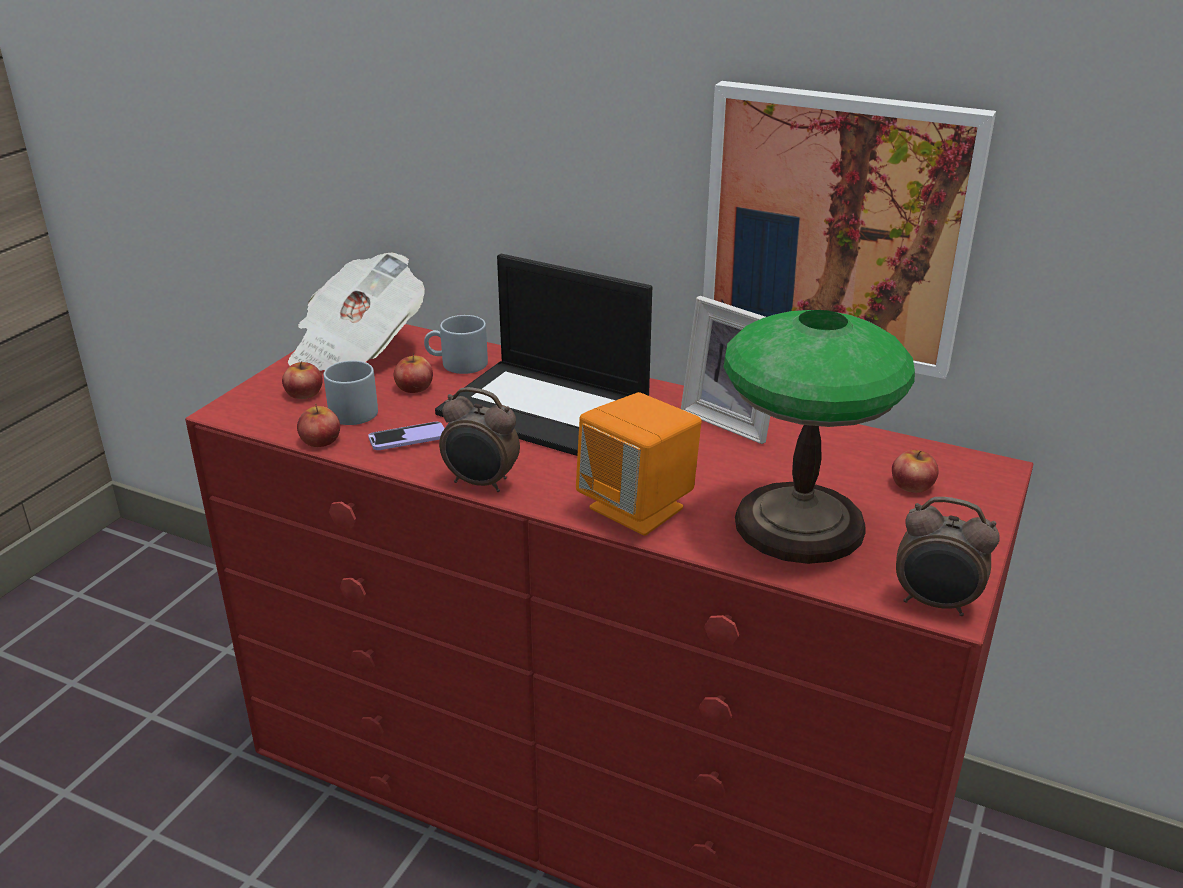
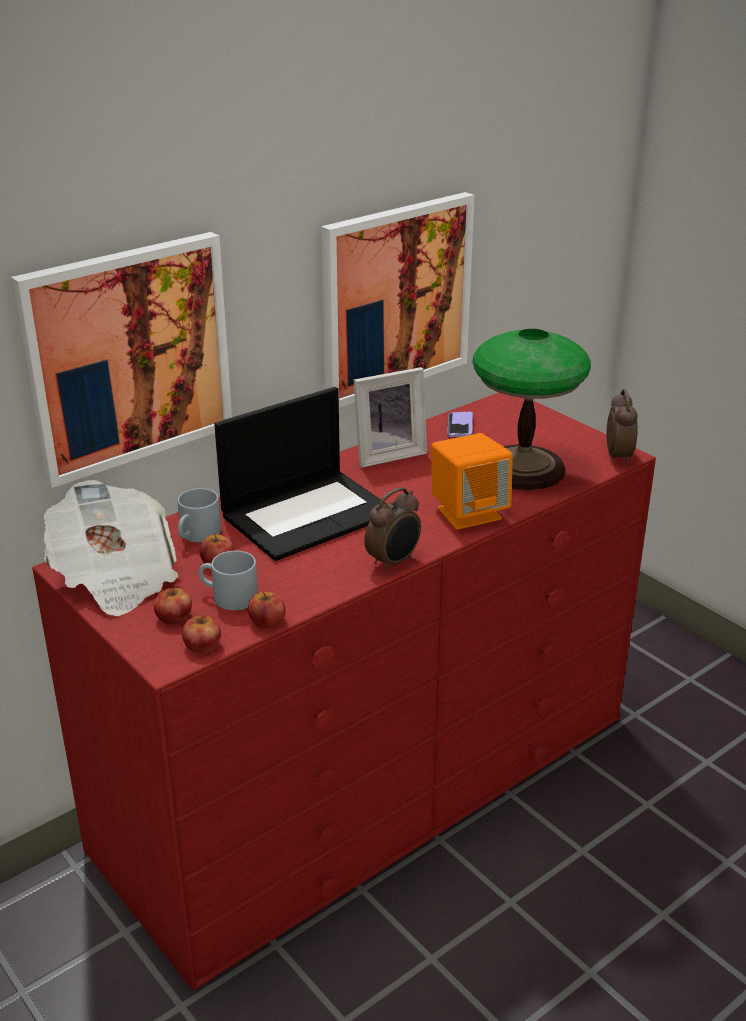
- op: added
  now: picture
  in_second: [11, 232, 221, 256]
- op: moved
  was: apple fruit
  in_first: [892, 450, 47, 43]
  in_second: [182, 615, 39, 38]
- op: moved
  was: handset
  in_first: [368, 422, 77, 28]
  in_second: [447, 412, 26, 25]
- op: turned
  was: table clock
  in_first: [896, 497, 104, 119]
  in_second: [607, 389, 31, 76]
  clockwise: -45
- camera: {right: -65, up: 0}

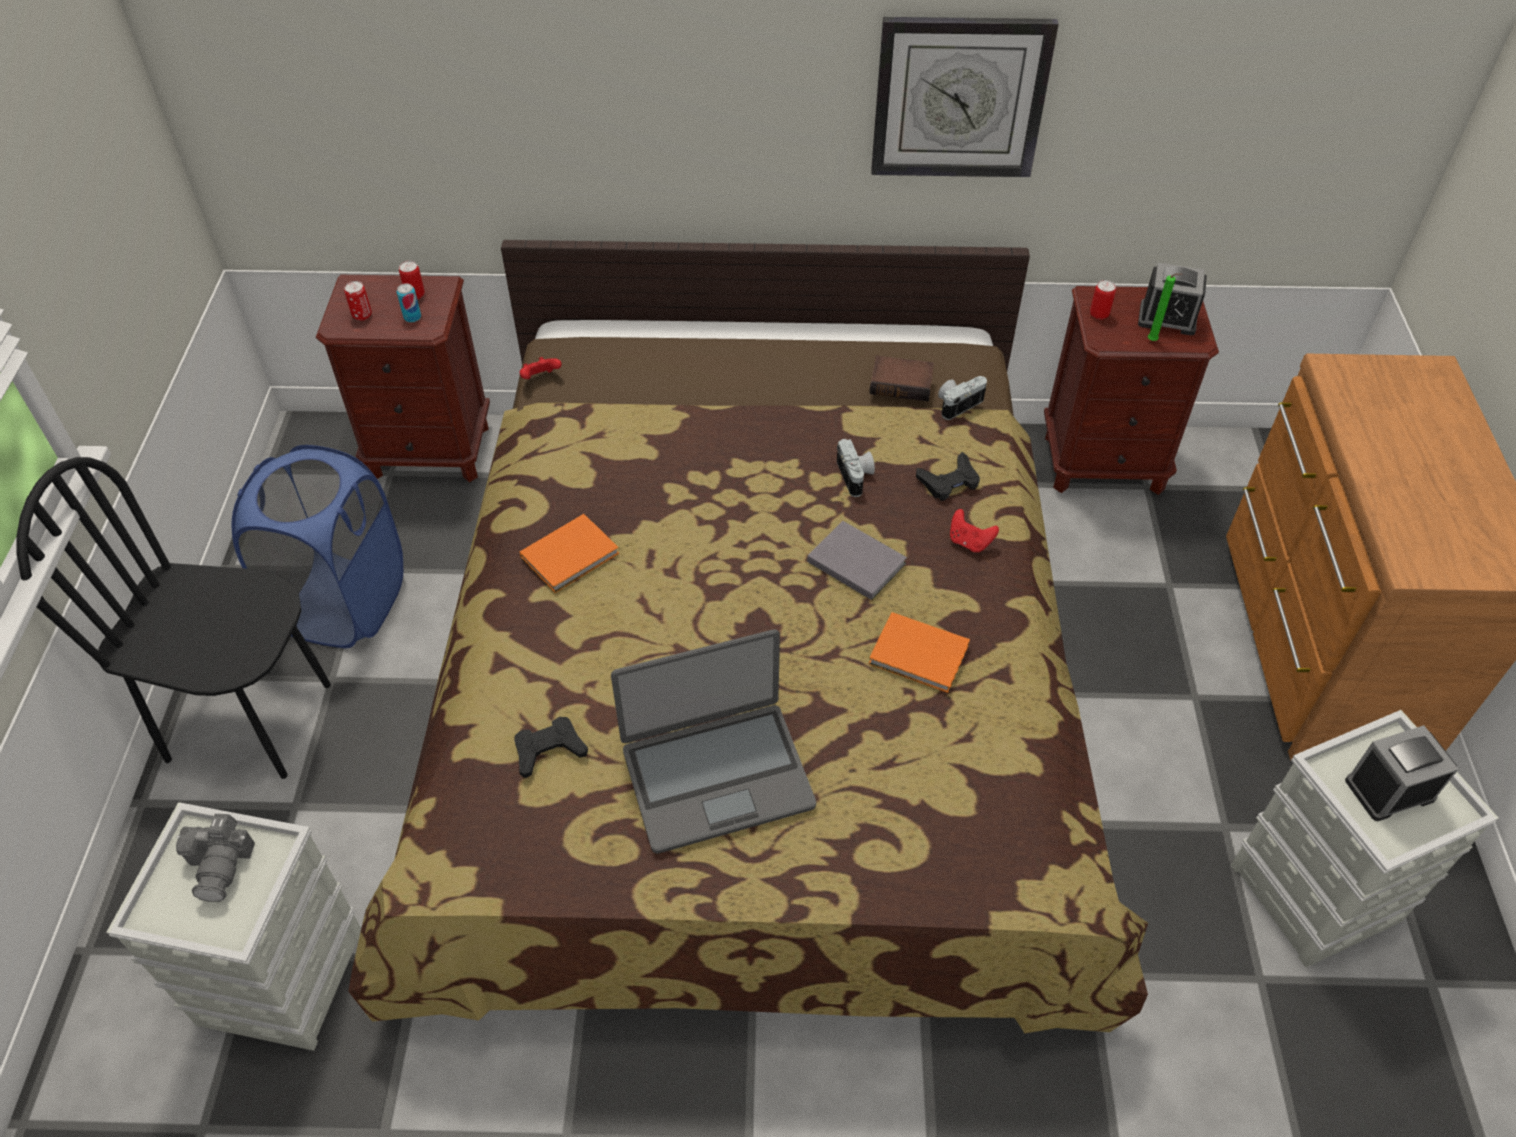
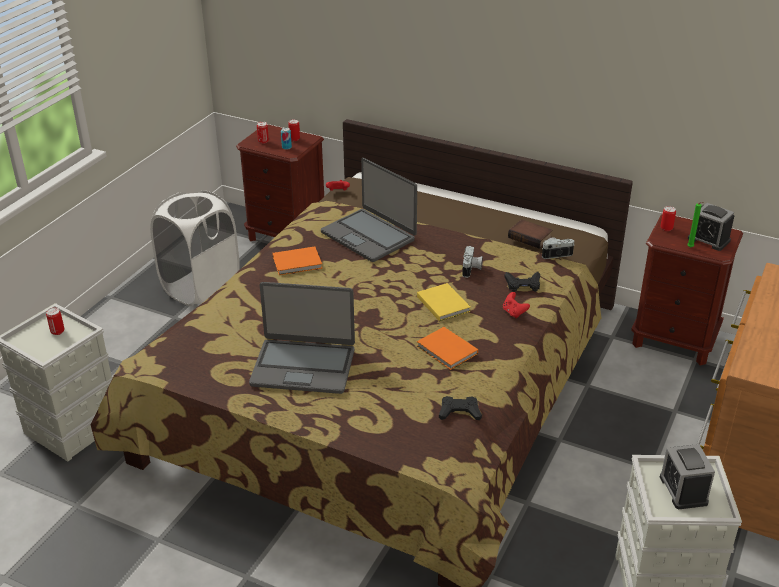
- op: replaced
  was: still camera
  now: metal can
  in_first: [176, 814, 79, 88]
  in_second: [46, 308, 18, 27]
- op: recoloured
  was: blue washing basket
  now: whitish washing basket
  in_first: [232, 445, 171, 203]
  in_second: [150, 190, 90, 116]
- op: added
  now: notebook computer
  in_second: [321, 158, 96, 104]
- op: recoloured
  was: gray book
  now: yellowish book
  in_first: [807, 521, 100, 79]
  in_second: [417, 283, 53, 38]
- op: moved
  was: black joypad
  in_first: [514, 717, 74, 61]
  in_second: [439, 396, 43, 24]
- op: turned
  was: table clock
  in_first: [1345, 725, 114, 96]
  in_second: [660, 444, 55, 65]
  clockwise: -105
- op: removed
  was: black chair
  in_first: [16, 457, 315, 322]
- op: removed
  was: clock on the wall
  in_first: [871, 17, 188, 160]
- camera: {right: 25, up: -15}

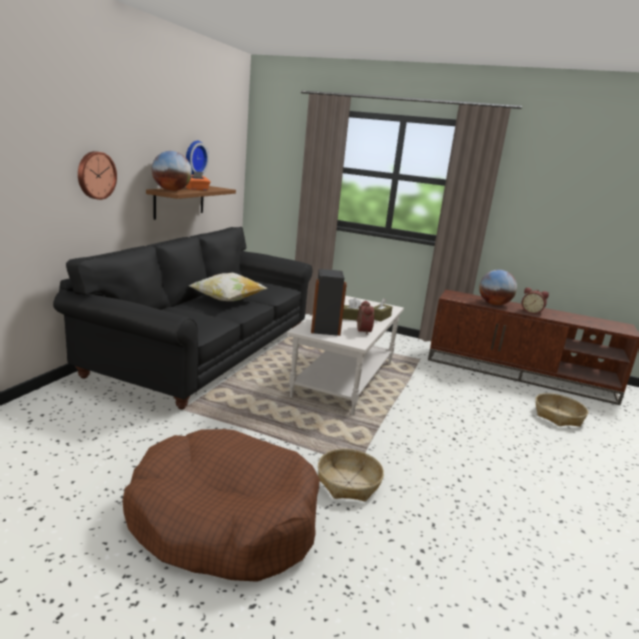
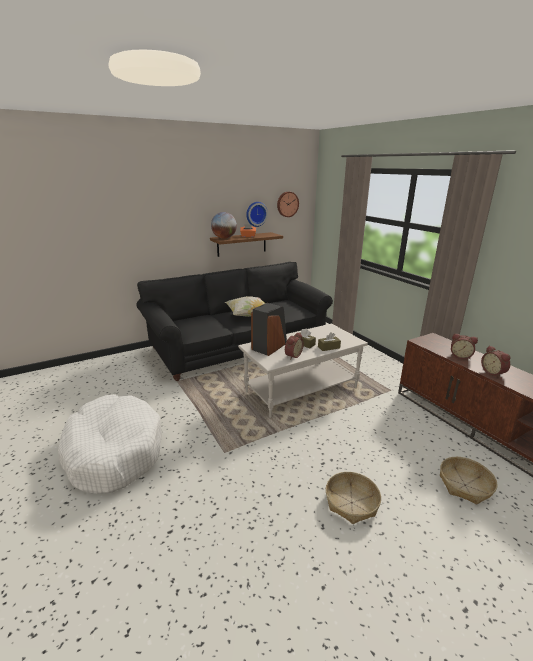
- op: recoloured
  was: brown dog cushion
  now: whitish dog cushion
  in_first: [123, 429, 197, 153]
  in_second: [58, 394, 104, 100]
- op: moved
  was: clock on the wall
  in_first: [78, 151, 39, 49]
  in_second: [277, 192, 22, 25]
- op: moved
  was: basket
  in_first: [318, 449, 66, 53]
  in_second: [326, 472, 55, 52]
- op: replaced
  was: desk globe
  now: table clock
  in_first: [479, 270, 38, 35]
  in_second: [451, 334, 27, 25]
- camera: {right: 40, up: 5}

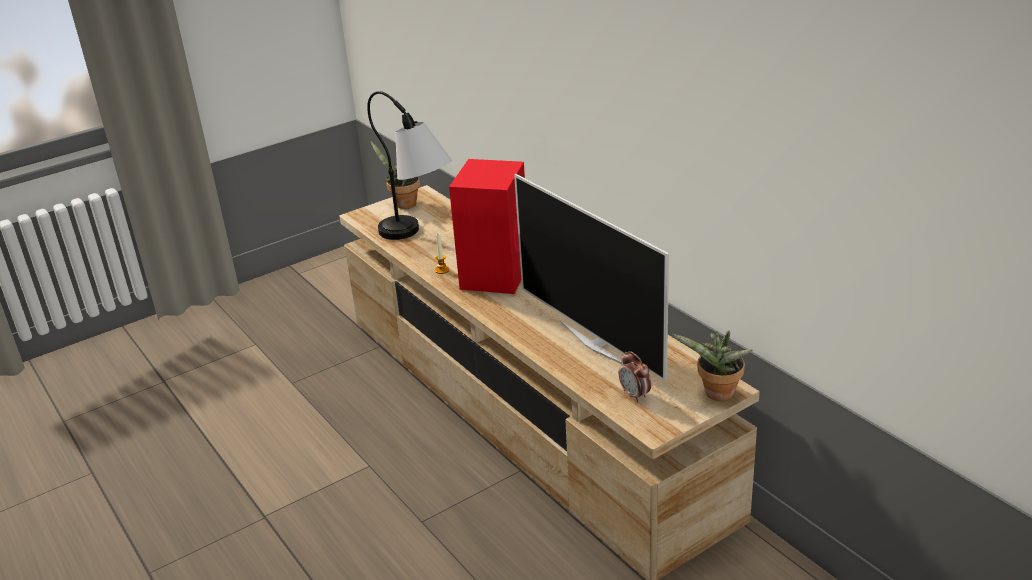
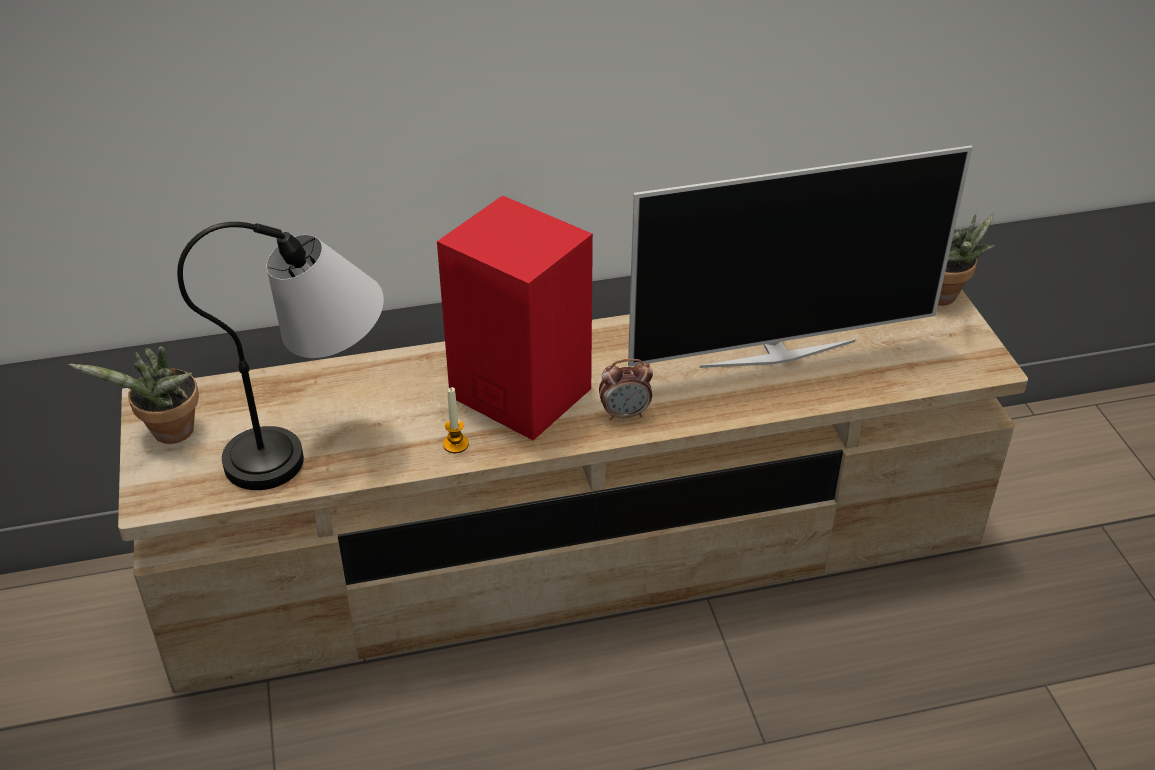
- op: moved
  was: table clock
  in_first: [619, 351, 32, 51]
  in_second: [599, 359, 54, 62]
- camera: {right: -70, up: 10}

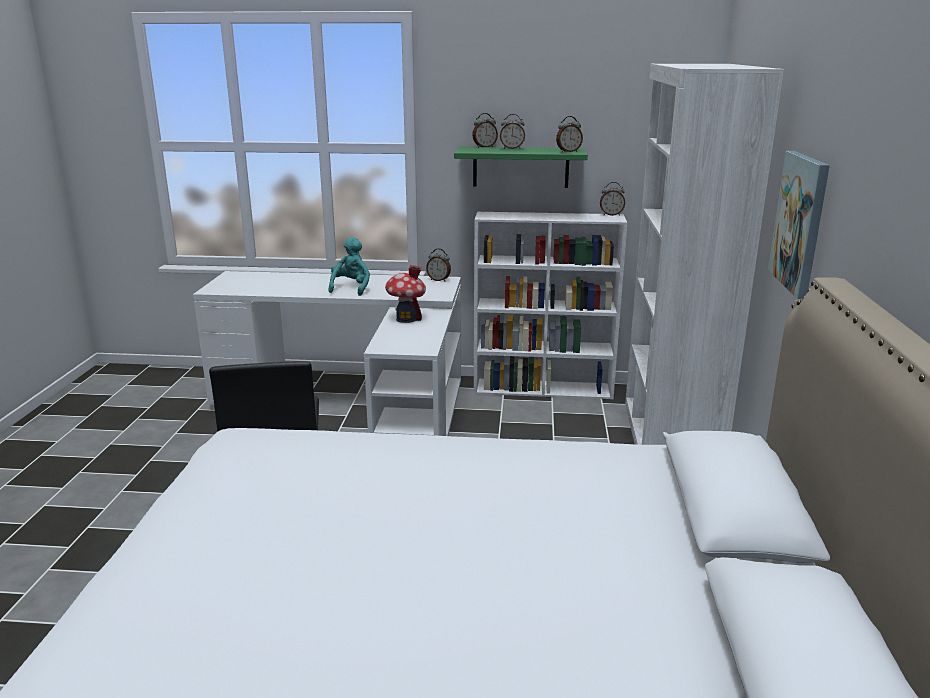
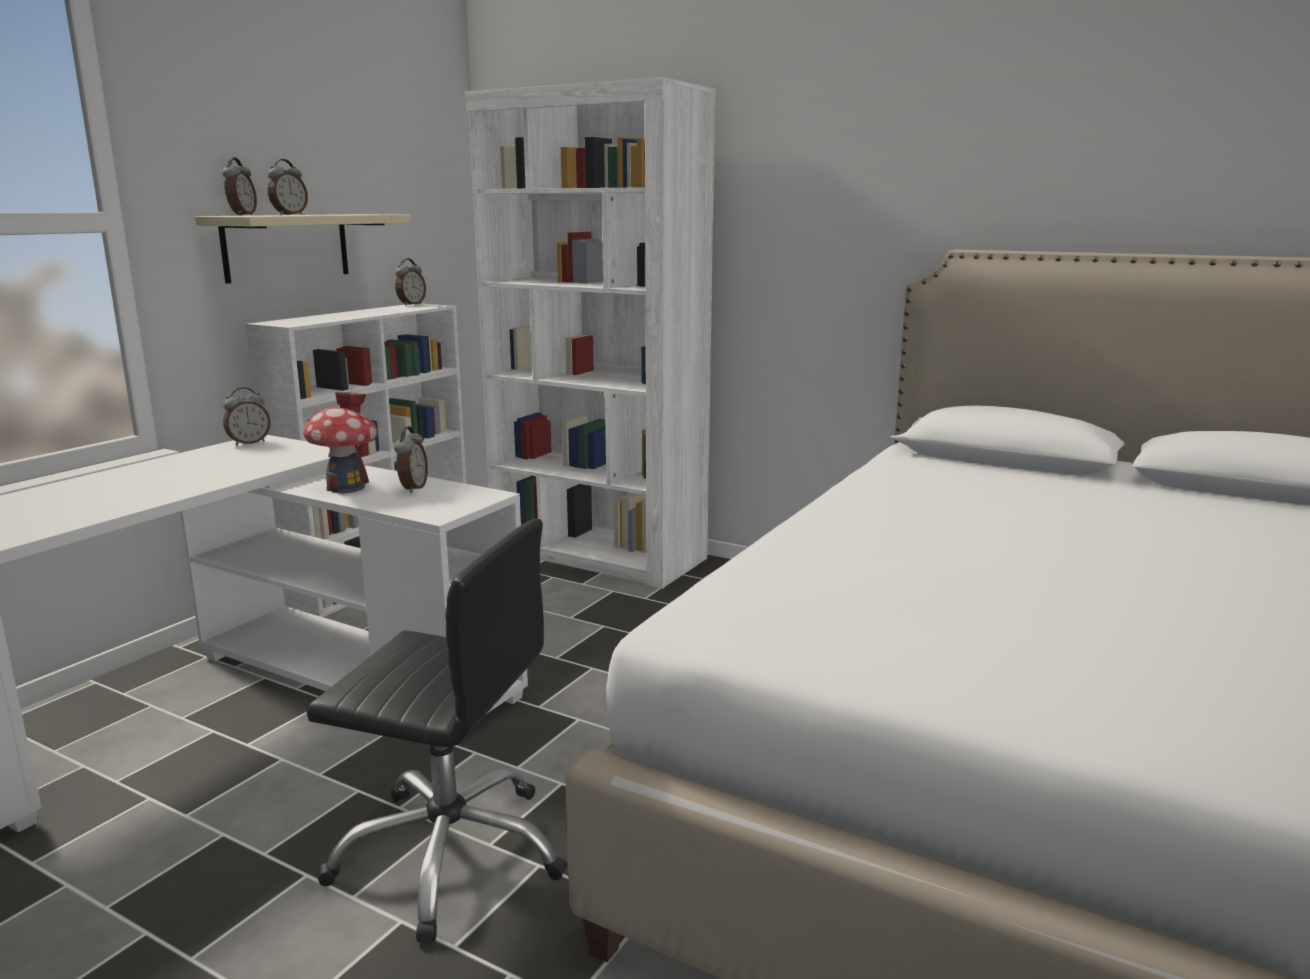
- op: recoloured
  was: green-coloured bracket shelf
  now: beige bracket shelf
  in_first: [454, 147, 134, 41]
  in_second: [195, 214, 216, 70]
- op: moved
  was: table clock
  in_first: [556, 116, 27, 36]
  in_second: [394, 426, 34, 67]
- op: removed
  was: blue-green cuddly toy
  in_first: [328, 237, 42, 59]
- op: removed
  was: picture
  in_first: [768, 151, 62, 148]
- camera: {right: -65, up: -5}

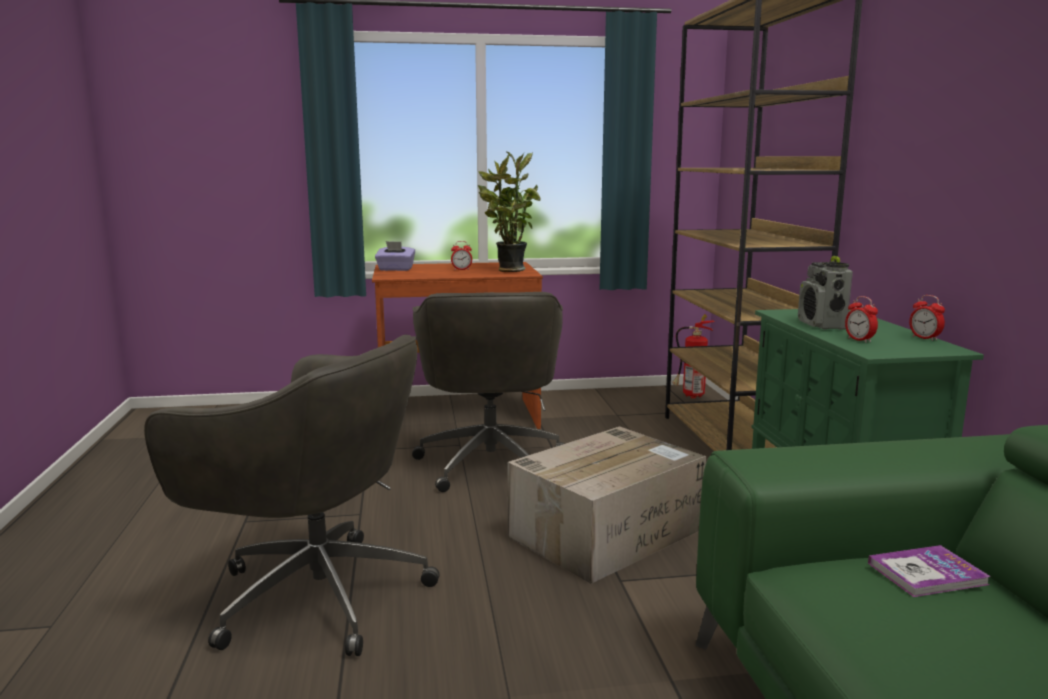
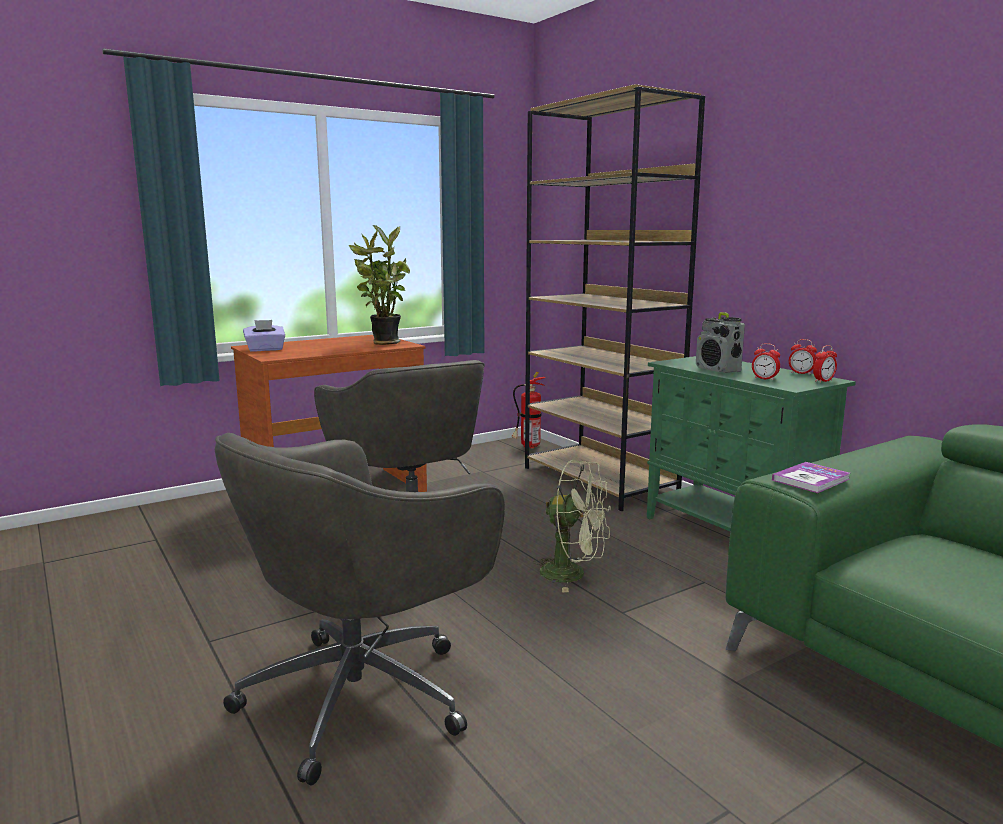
- op: turned
  was: gray office chair
  in_first: [144, 335, 296, 321]
  in_second: [215, 433, 290, 353]
  clockwise: 135
- op: replaced
  was: cardboard box
  now: green-coloured fan
  in_first: [507, 426, 199, 158]
  in_second: [533, 460, 78, 132]
- op: moved
  was: book
  in_first: [868, 545, 123, 52]
  in_second: [772, 462, 78, 31]
- op: moved
  was: table clock
  in_first: [451, 241, 21, 29]
  in_second: [813, 345, 24, 38]
- camera: {right: -25, up: 0}

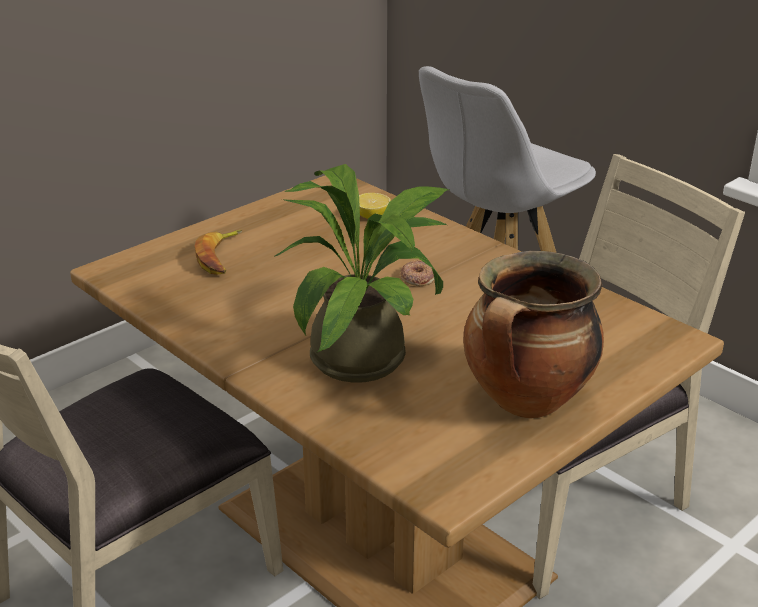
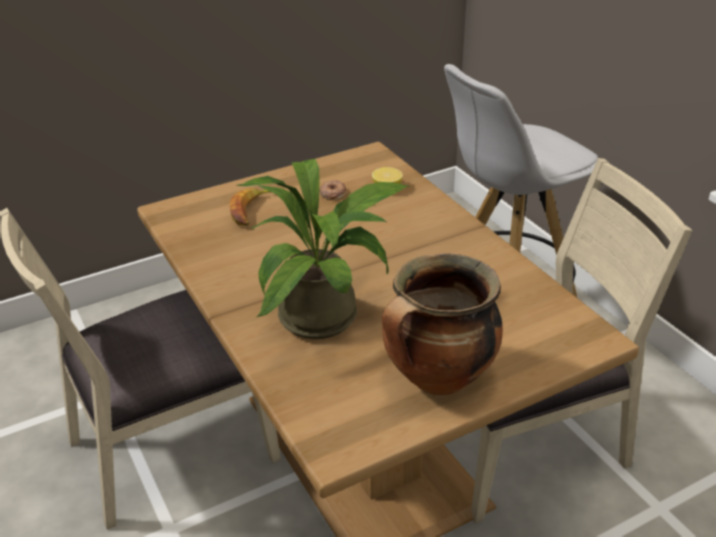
- op: moved
  was: doughnut
  in_first: [400, 260, 34, 26]
  in_second: [319, 180, 27, 20]
- camera: {right: 15, up: 5}

